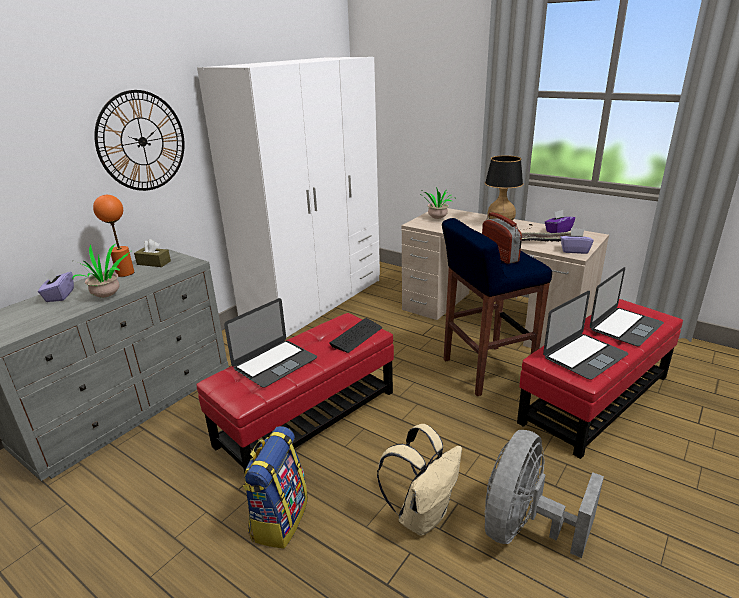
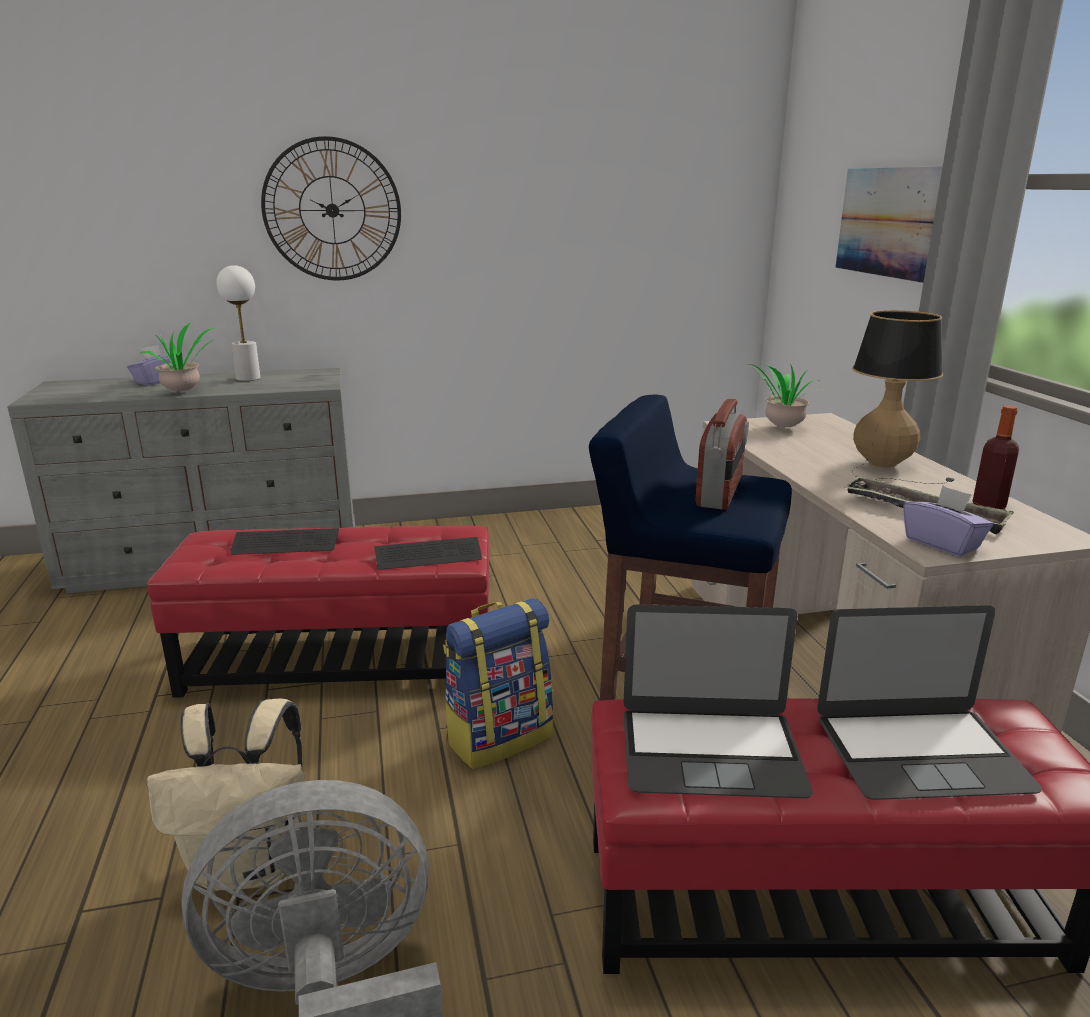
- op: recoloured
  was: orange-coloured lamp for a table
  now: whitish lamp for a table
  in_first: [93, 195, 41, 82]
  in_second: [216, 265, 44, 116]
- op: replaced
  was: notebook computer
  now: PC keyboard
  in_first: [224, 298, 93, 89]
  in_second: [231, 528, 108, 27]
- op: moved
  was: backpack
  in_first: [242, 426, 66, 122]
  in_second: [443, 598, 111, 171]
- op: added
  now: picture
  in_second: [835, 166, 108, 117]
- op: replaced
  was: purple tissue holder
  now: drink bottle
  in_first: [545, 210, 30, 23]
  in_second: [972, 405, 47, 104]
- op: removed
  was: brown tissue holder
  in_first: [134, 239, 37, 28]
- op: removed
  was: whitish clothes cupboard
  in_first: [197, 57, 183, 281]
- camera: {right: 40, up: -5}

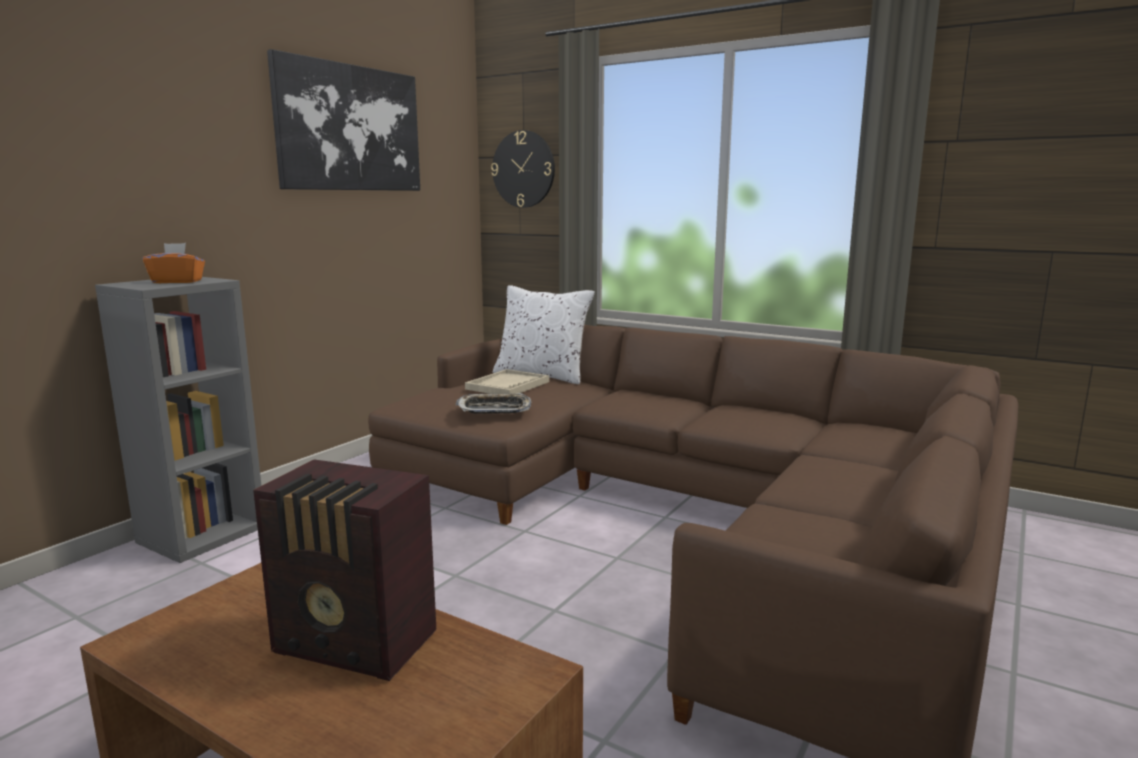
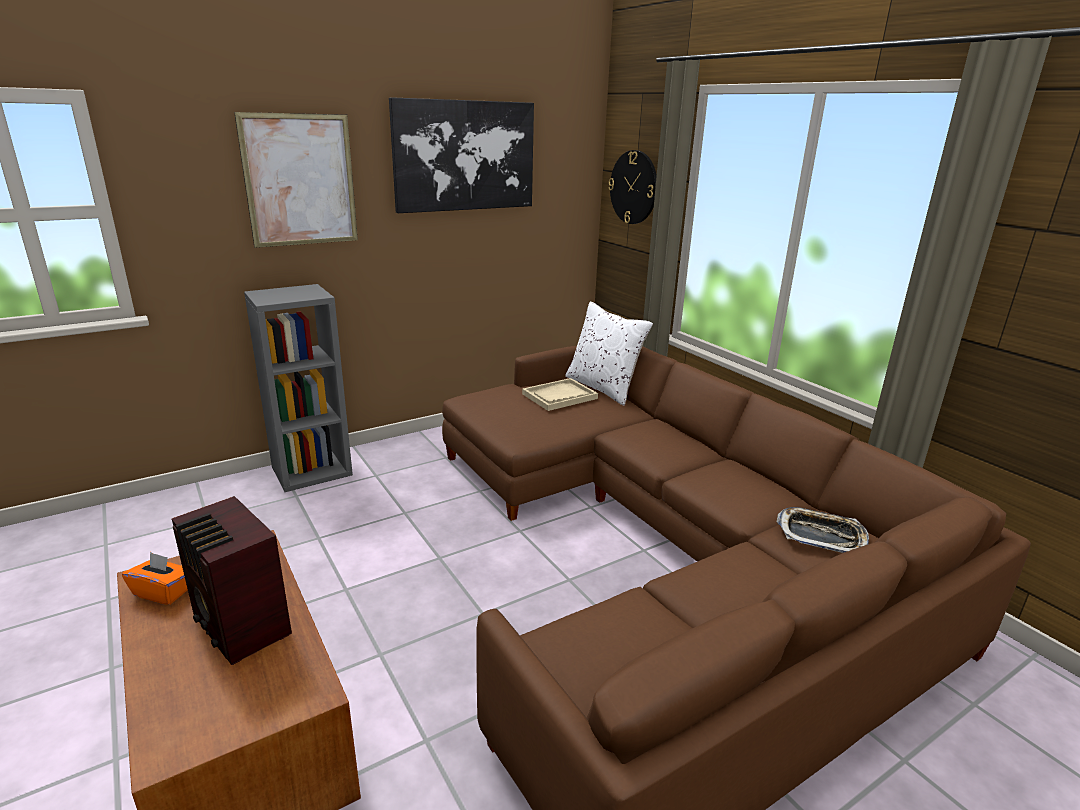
- op: moved
  was: orange-coloured tissue holder
  in_first: [143, 243, 62, 40]
  in_second: [122, 552, 66, 53]
- op: added
  now: picture
  in_second: [234, 112, 124, 136]
- op: moved
  was: tray
  in_first: [456, 393, 76, 21]
  in_second: [777, 507, 92, 46]
- camera: {right: 25, up: 10}

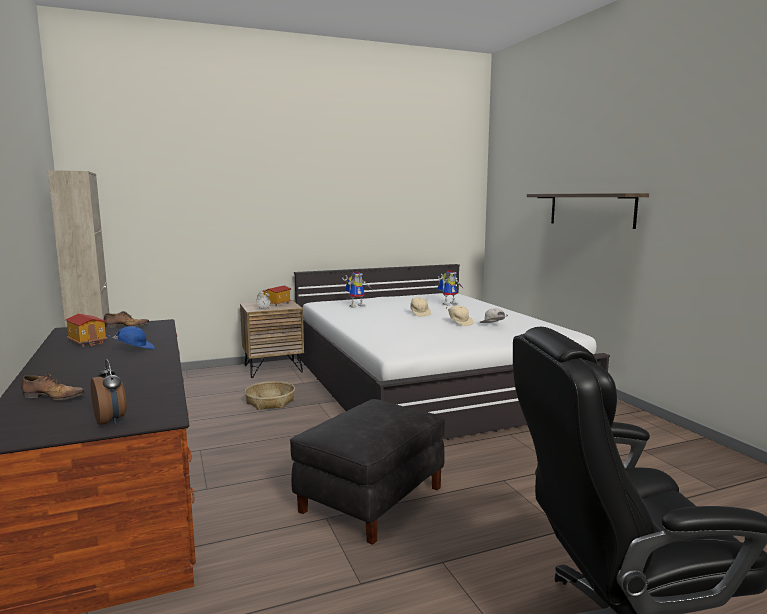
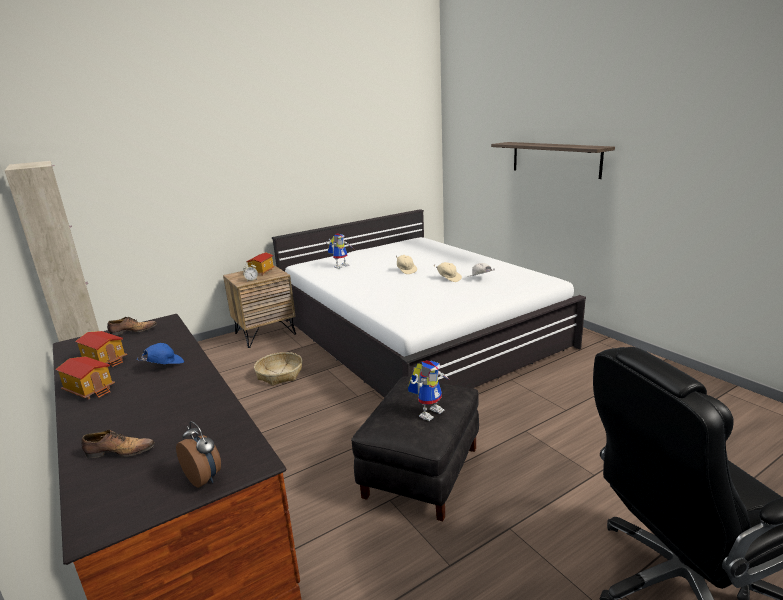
- op: added
  now: model house
  in_second: [55, 356, 60, 44]
- op: moved
  was: robot figure
  in_first: [438, 270, 26, 36]
  in_second: [408, 360, 42, 61]
- camera: {right: -10, up: 10}

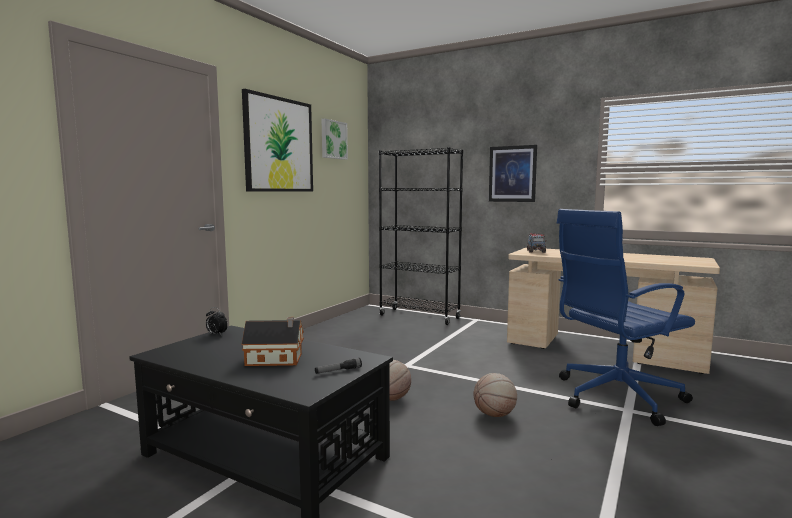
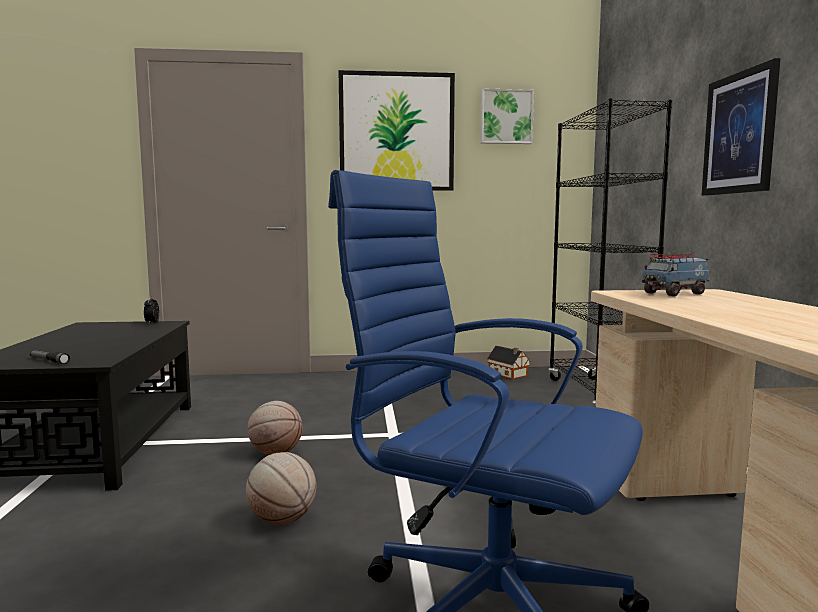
- op: moved
  was: model house
  in_first: [241, 317, 63, 49]
  in_second: [487, 346, 44, 33]
- camera: {right: 55, up: 0}

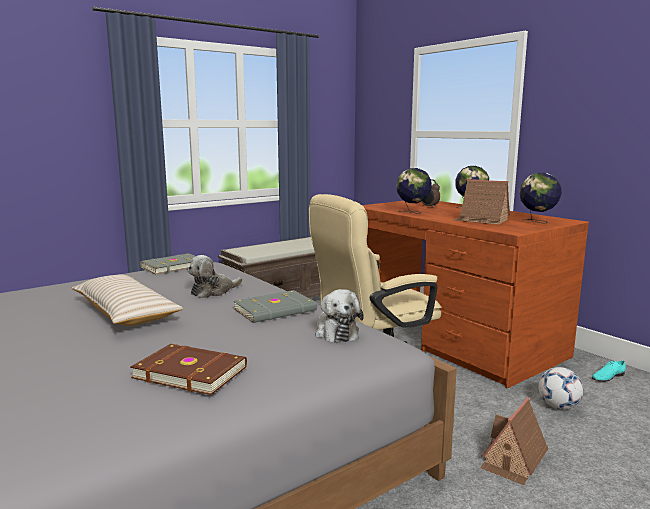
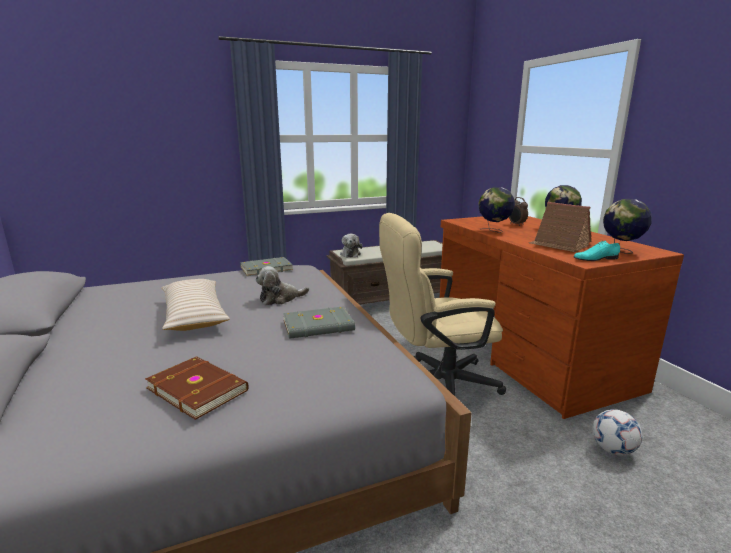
- op: moved
  was: cuddly toy
  in_first: [315, 289, 49, 54]
  in_second: [340, 234, 22, 23]
- op: moved
  was: blue-green shoe
  in_first: [592, 360, 34, 22]
  in_second: [574, 241, 46, 20]
- op: removed
  was: model house
  in_first: [480, 397, 68, 88]
- camera: {right: 15, up: 5}

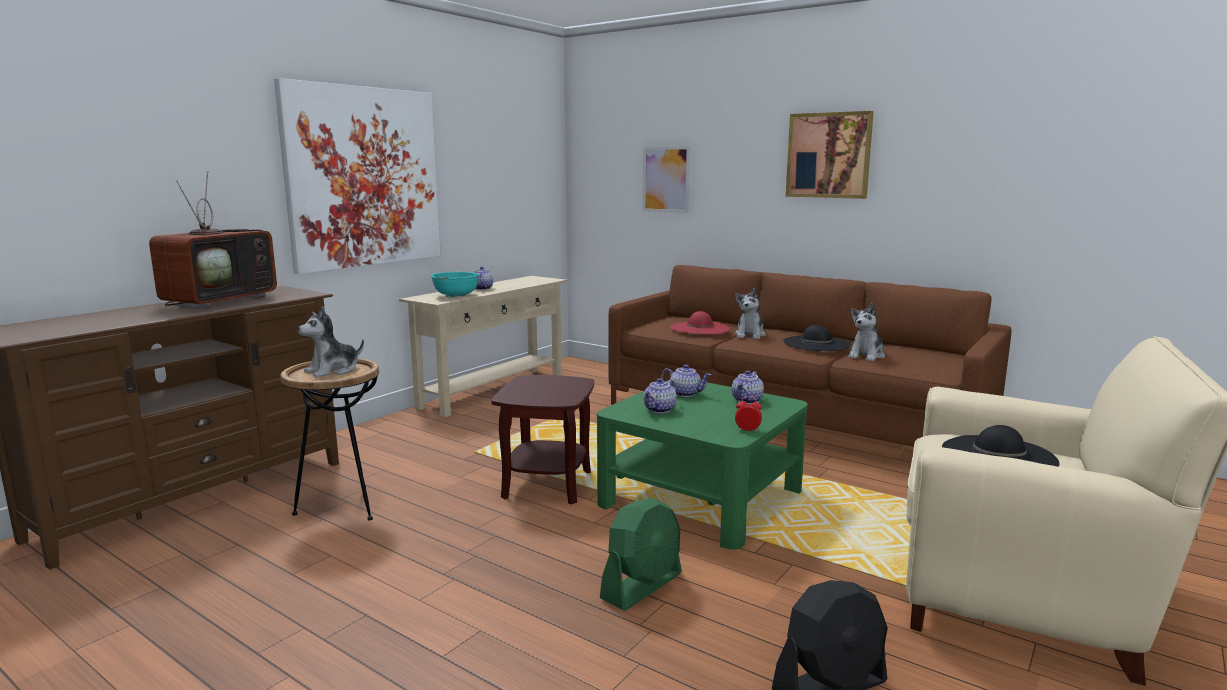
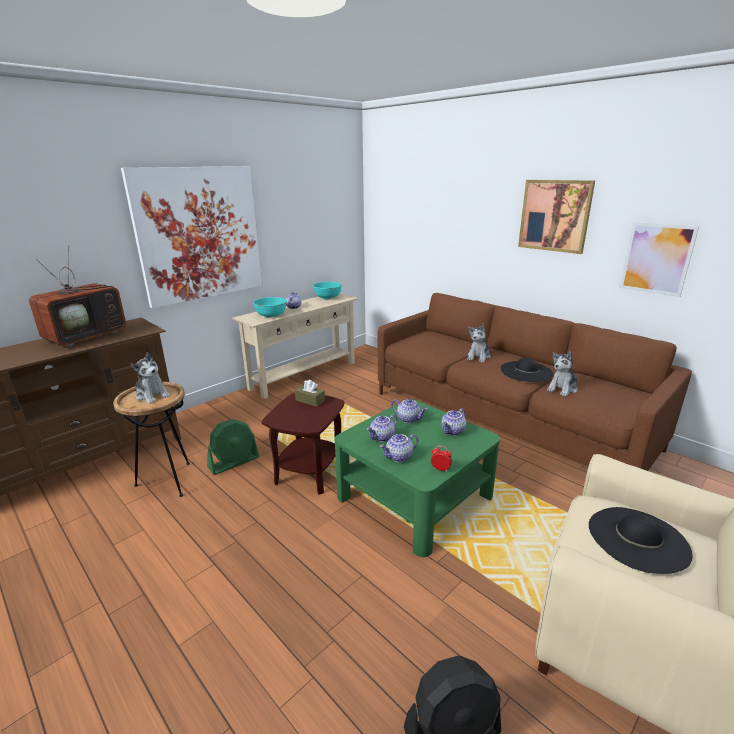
- op: turned
  was: cuddly toy
  in_first: [298, 307, 66, 71]
  in_second: [131, 352, 39, 52]
  clockwise: -105
- op: moved
  was: green-coloured fan
  in_first: [600, 498, 82, 113]
  in_second: [207, 419, 52, 56]
- op: added
  now: brown tissue holder
  in_second: [295, 380, 30, 27]
- op: added
  now: blue-green serving bowl
  in_second: [313, 282, 29, 18]
- op: added
  now: tea pot
  in_second: [380, 434, 38, 28]
- op: moved
  was: picture
  in_first: [643, 146, 47, 67]
  in_second: [619, 222, 80, 75]
- op: removed
  was: red-coloured hat
  in_first: [670, 311, 60, 23]
- camera: {right: 10, up: 10}

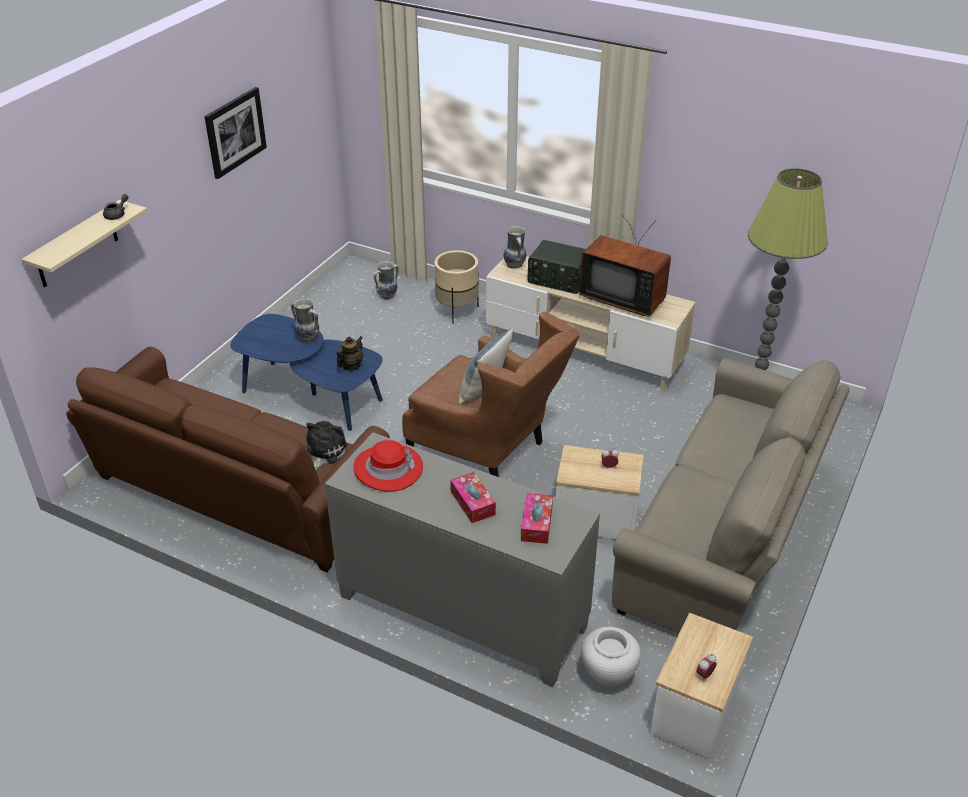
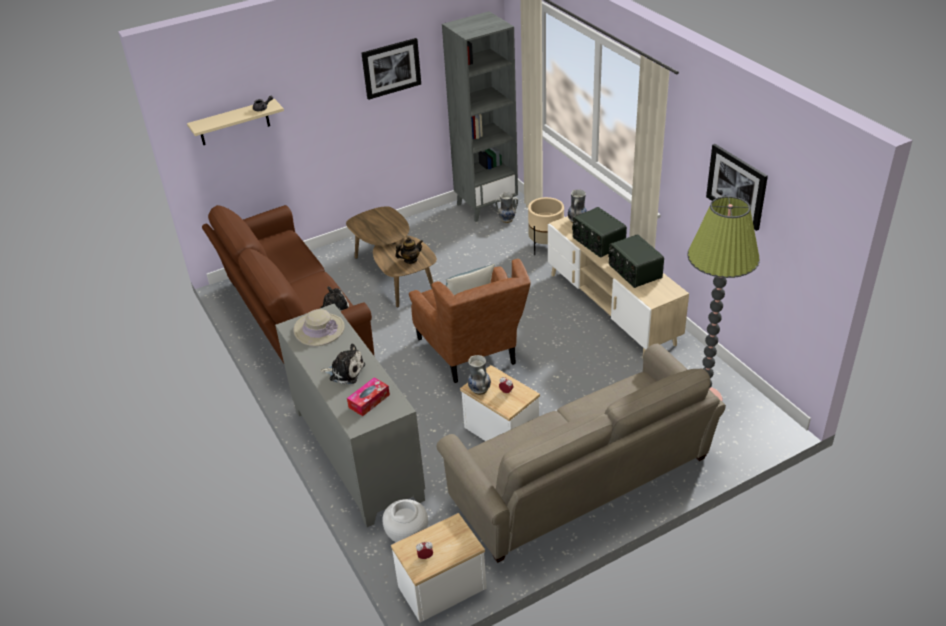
- op: recoloured
  was: red-coloured hat
  now: beige hat
  in_first: [353, 440, 70, 52]
  in_second: [293, 309, 52, 37]
- op: replaced
  was: tissue holder
  now: cuddly toy
  in_first: [450, 472, 46, 51]
  in_second: [320, 344, 45, 40]
- op: recoloured
  was: blue coffee table
  now: brown coffee table
  in_first: [230, 314, 153, 117]
  in_second: [346, 207, 91, 100]
- op: added
  now: gray shelving unit
  in_second: [442, 11, 76, 211]
- op: moved
  was: vase
  in_first: [291, 298, 28, 44]
  in_second: [468, 355, 23, 40]
- op: replaced
  was: TV set
  now: radio set
  in_first: [579, 215, 92, 102]
  in_second: [608, 234, 56, 54]
- op: added
  now: picture
  in_second: [706, 144, 62, 87]
- camera: {right: 35, up: 0}

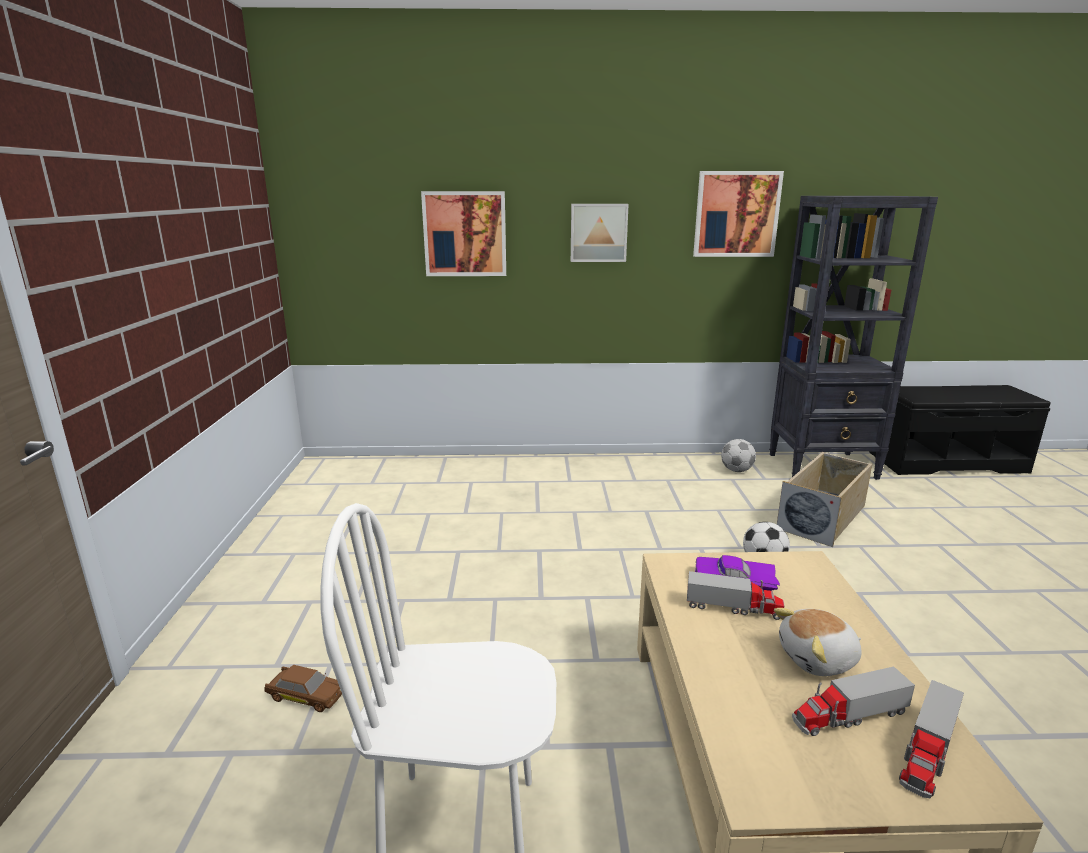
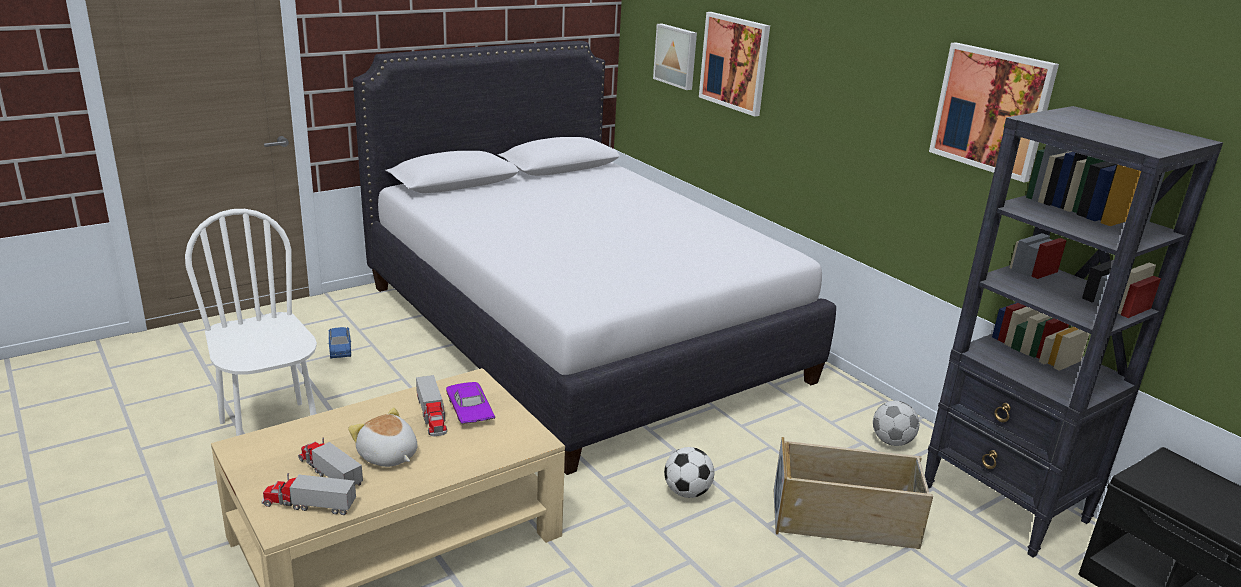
- op: recoloured
  was: brown toy car
  now: blue toy car
  in_first: [264, 665, 78, 47]
  in_second: [328, 327, 24, 32]
- op: added
  now: whitish sleeping bed
  in_second: [353, 41, 483, 434]
- op: moved
  was: picture
  in_first: [571, 204, 58, 58]
  in_second: [653, 24, 44, 66]
- camera: {right: 55, up: 5}

